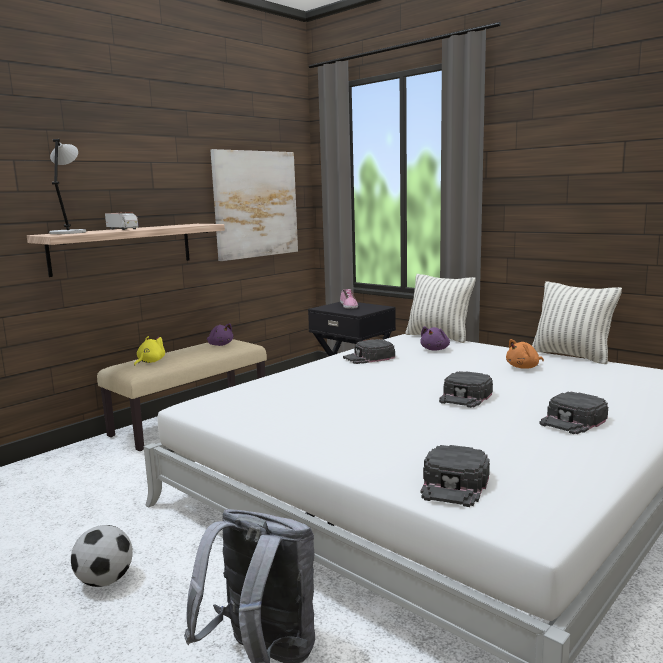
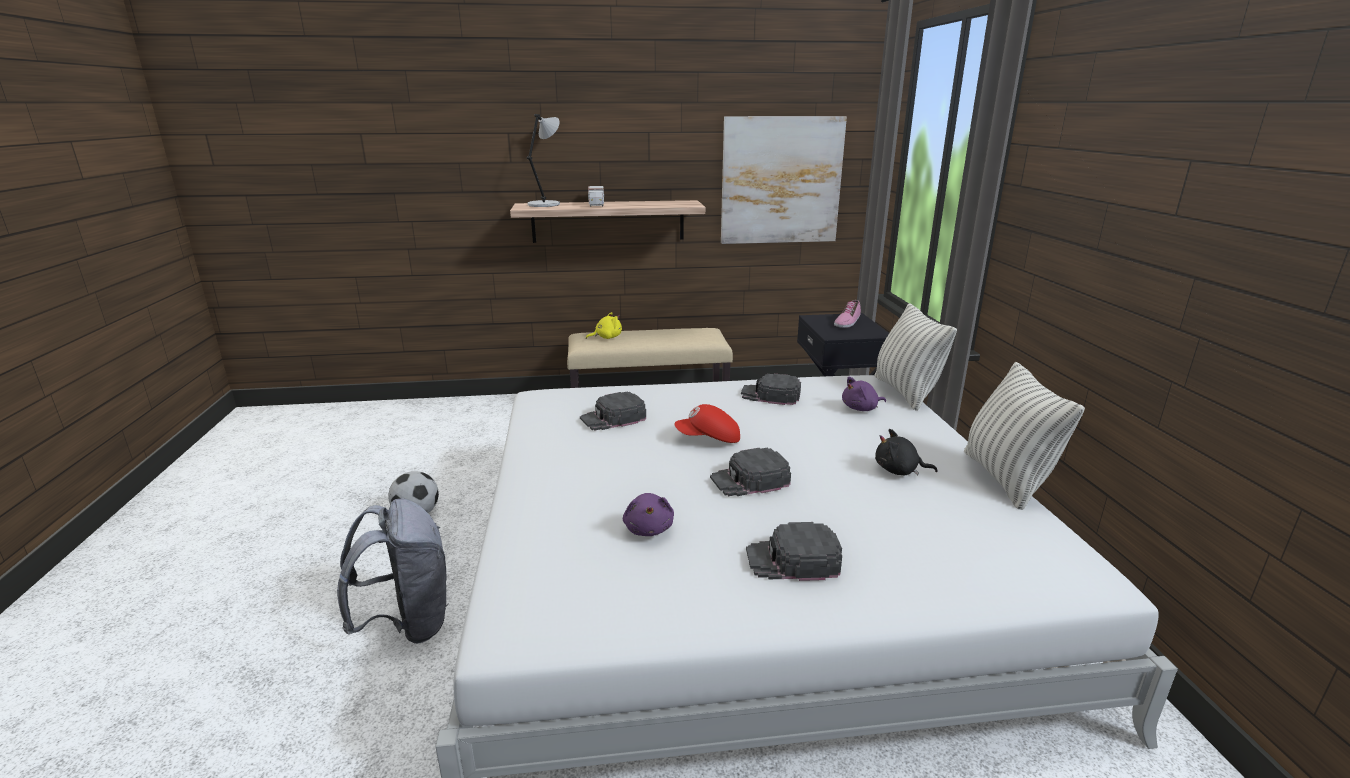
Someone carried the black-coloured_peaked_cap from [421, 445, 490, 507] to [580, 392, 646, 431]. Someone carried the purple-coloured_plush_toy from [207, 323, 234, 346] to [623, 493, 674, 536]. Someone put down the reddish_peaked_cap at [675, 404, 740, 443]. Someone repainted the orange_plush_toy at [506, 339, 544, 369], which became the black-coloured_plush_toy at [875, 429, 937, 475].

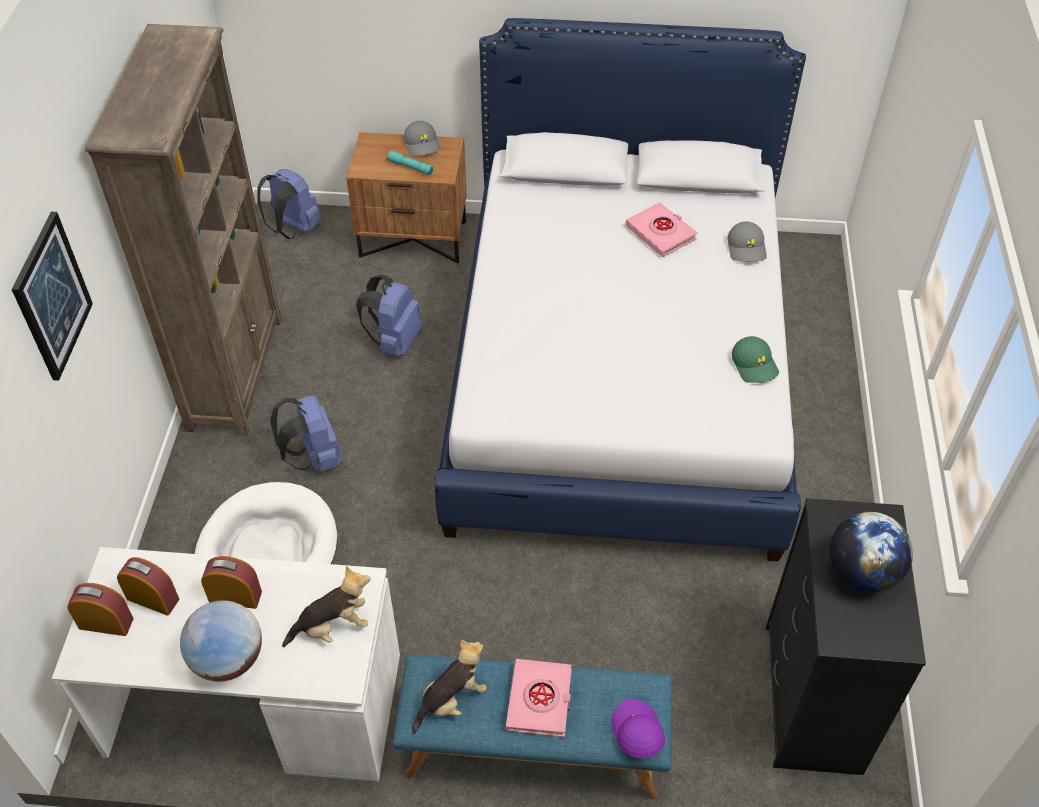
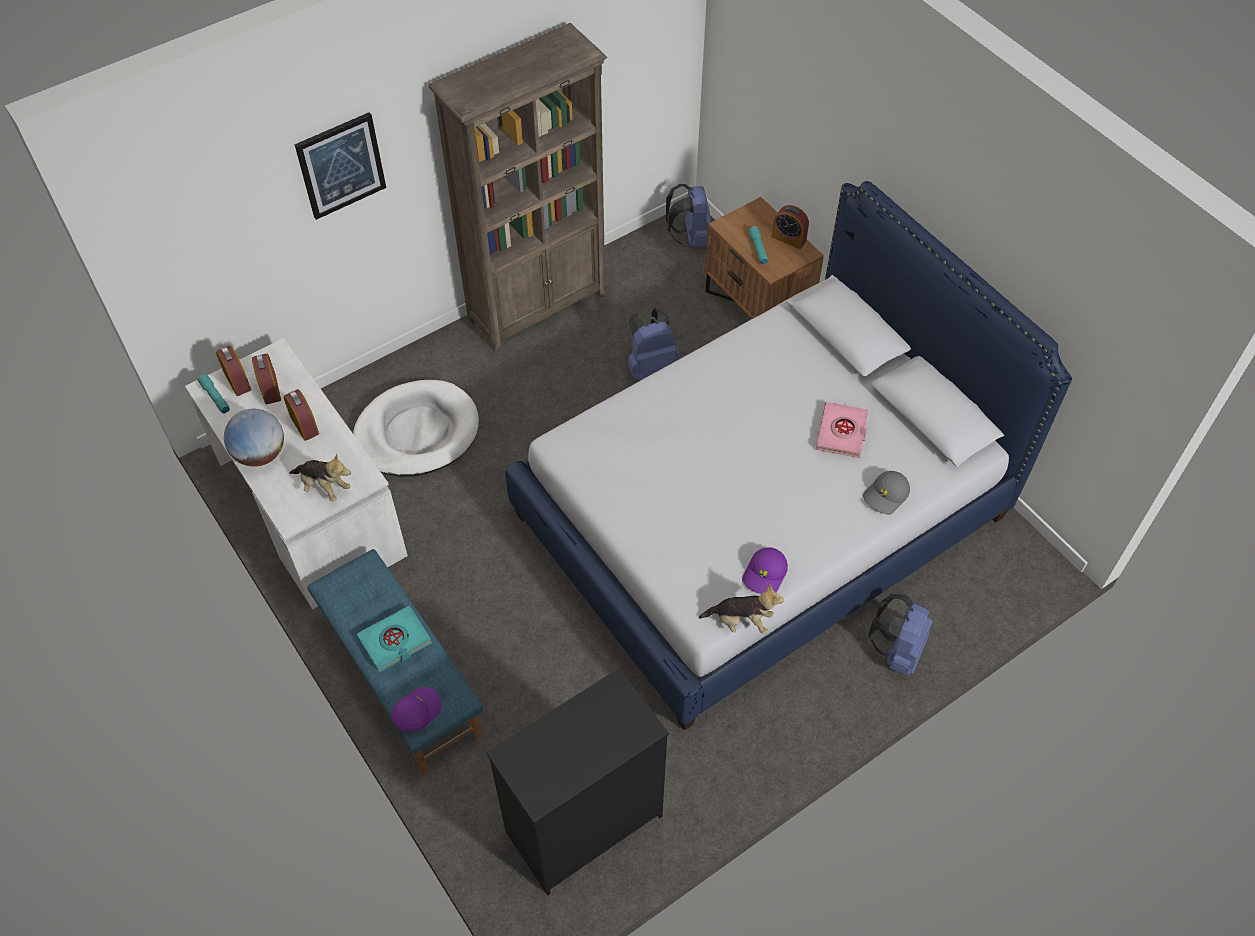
Someone put down the turquoise_hand_torch at [198, 374, 230, 414]. Someone repainted the pink_volume at [506, 659, 572, 737], which became the turquoise_volume at [357, 605, 432, 672]. Someone carried the plush_toy from [412, 639, 487, 734] to [699, 584, 784, 634]. Someone repainted the green-coloured_peaked_cap at [732, 336, 779, 383], which became the purple-coloured_peaked_cap at [742, 547, 788, 594]. Someone swapped the greyish_peaked_cap at [404, 121, 441, 156] for the alarm_clock at [772, 205, 809, 249]. Someone carried the blue-coloured_backpack from [270, 395, 343, 472] to [869, 594, 933, 676]. Someone took away the globe at [829, 512, 913, 593].

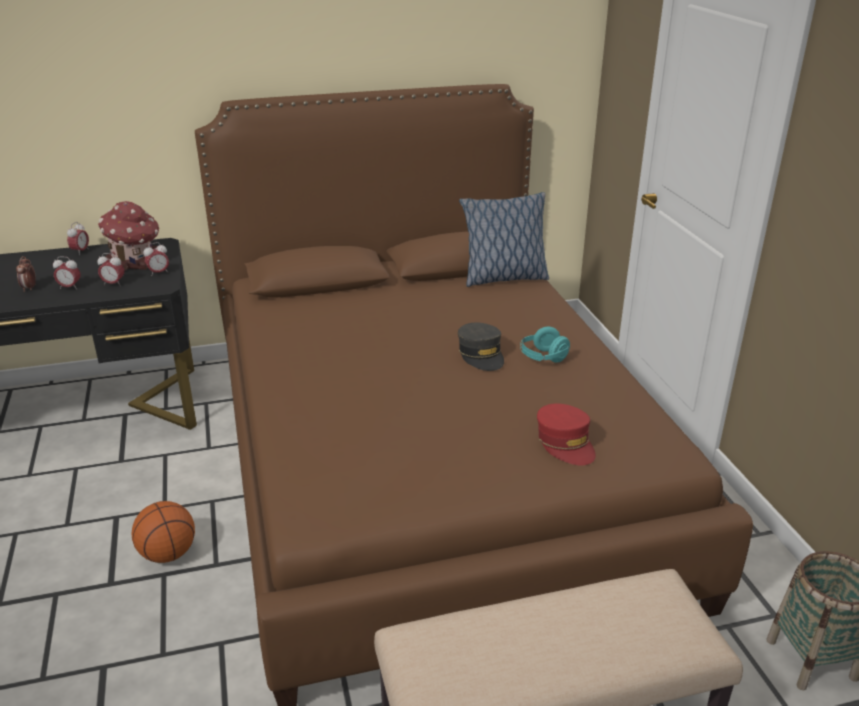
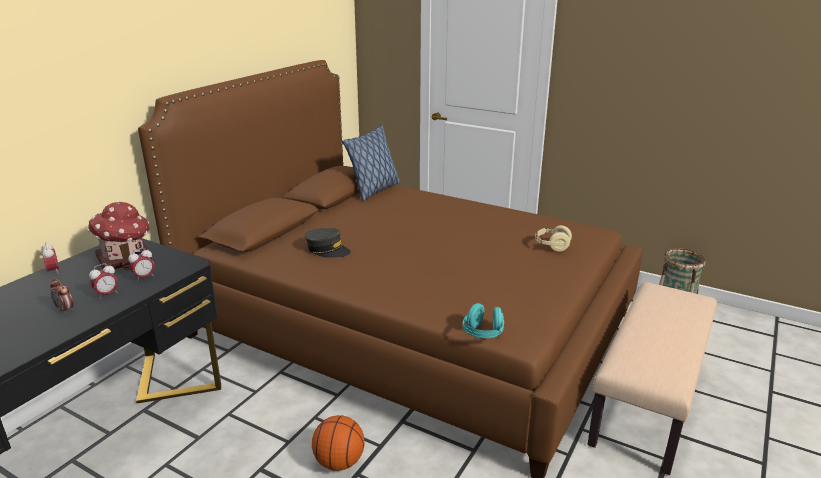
Someone carried the greyish_peaked_cap from [458, 322, 504, 371] to [305, 228, 351, 258]. Someone carried the turquoise_pair_of_headphones from [520, 327, 570, 363] to [462, 303, 504, 338]. Someone swapped the reddish_peaked_cap at [537, 403, 596, 465] for the beige-coloured_pair_of_headphones at [535, 225, 572, 252]. Someone took away the alarm_clock at [143, 242, 169, 276].

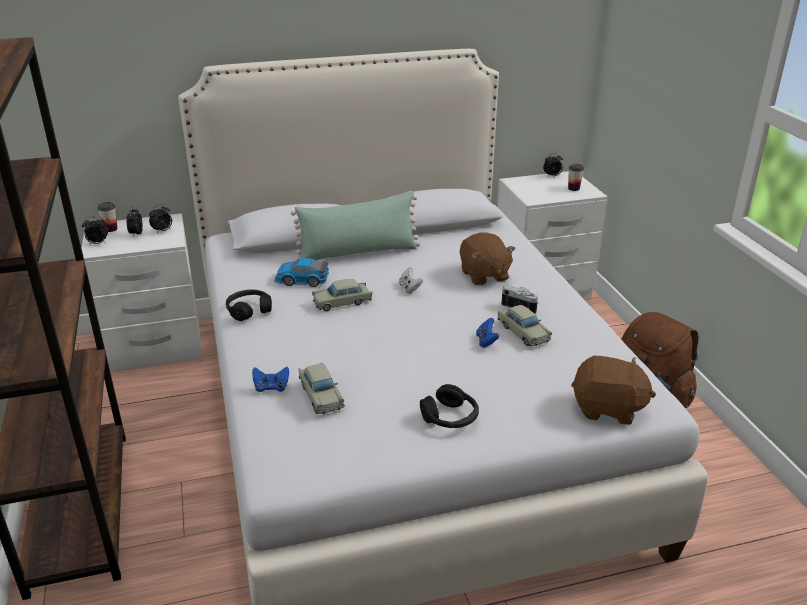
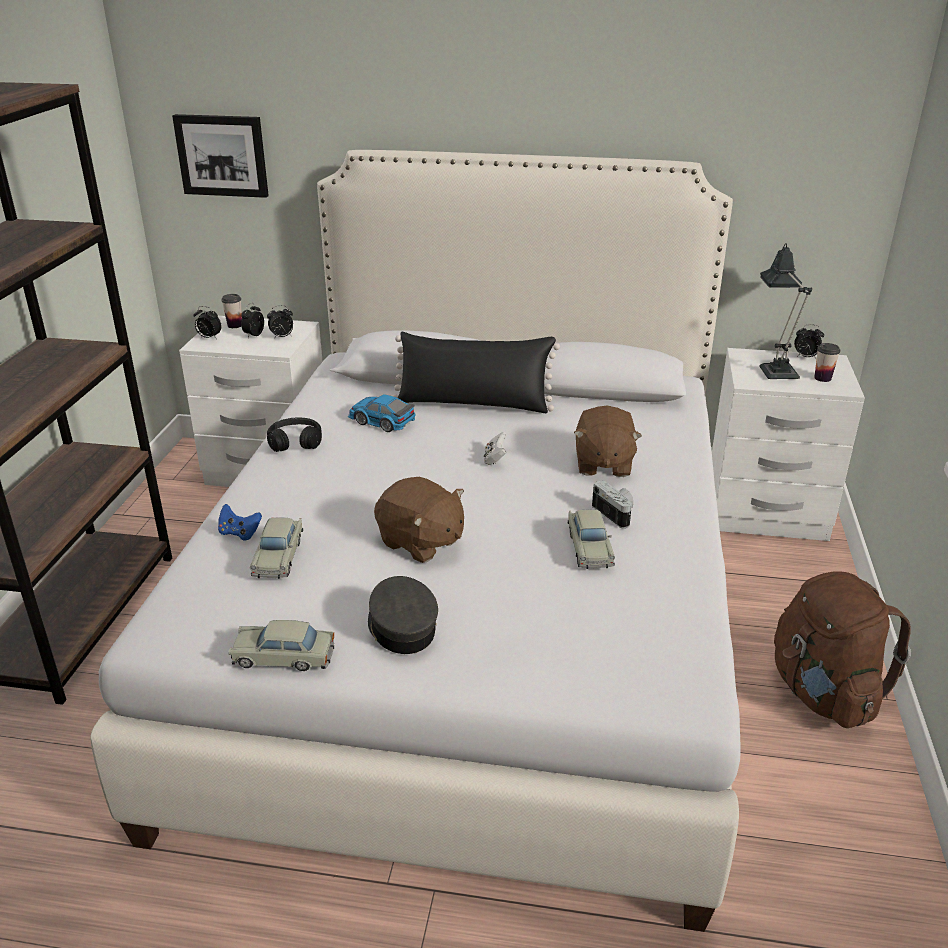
Someone put up the picture at [172, 114, 269, 198]. Someone carried the beige-coloured_model_car from [312, 279, 372, 311] to [229, 620, 334, 671]. Someone swapped the black-coloured_pair_of_headphones at [420, 384, 479, 428] for the greyish_peaked_cap at [368, 576, 438, 654]. Someone carried the brown_plush_toy from [571, 356, 656, 425] to [374, 477, 464, 563]. Someone repainted the green-coloured_cushion at [291, 191, 420, 261], which became the black-coloured_cushion at [392, 332, 560, 413]. Someone put down the tabletop_lamp at [759, 243, 812, 379]. Someone took away the blue-coloured_joypad at [476, 318, 500, 347].

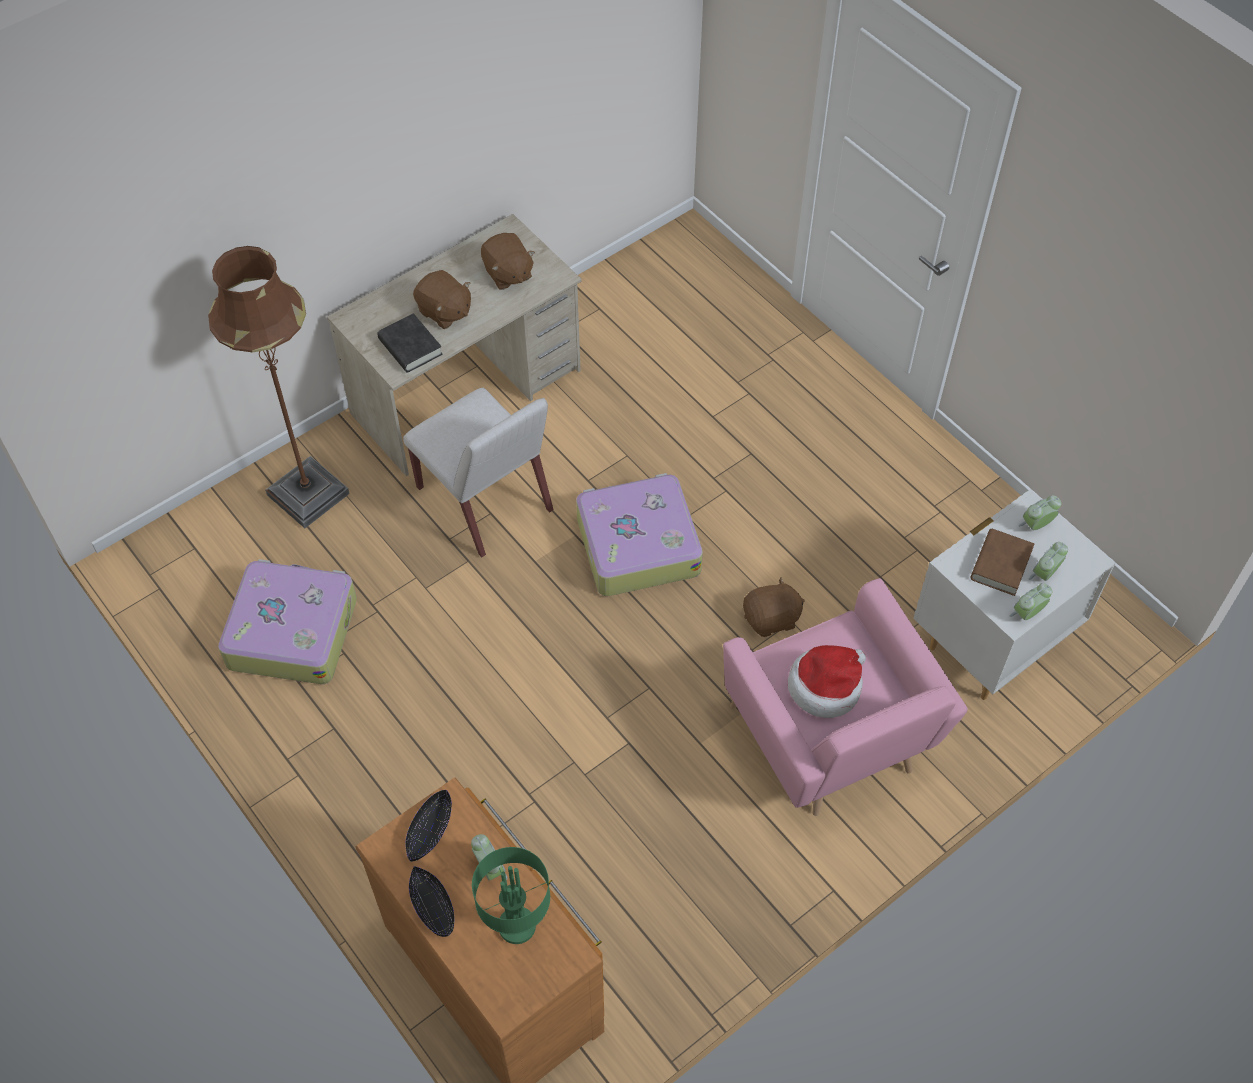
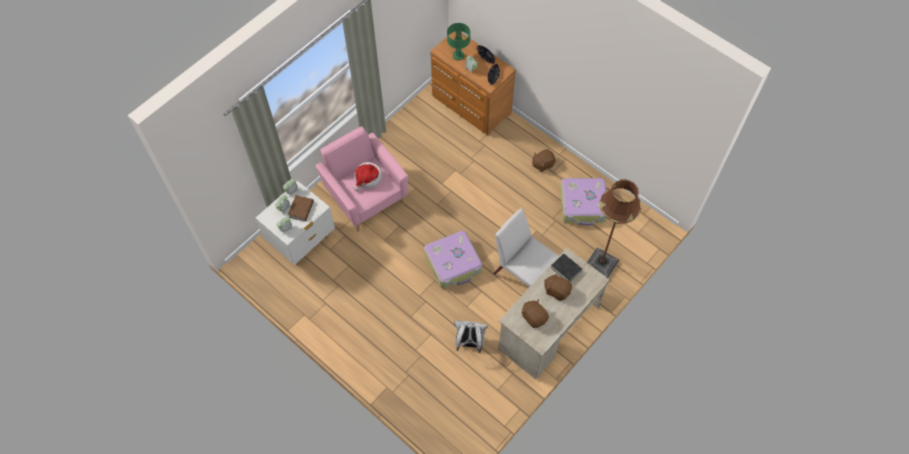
Someone put down the whitish_backpack at [454, 321, 488, 353]. Someone carried the brown_plush_toy from [743, 577, 805, 637] to [532, 149, 556, 172].

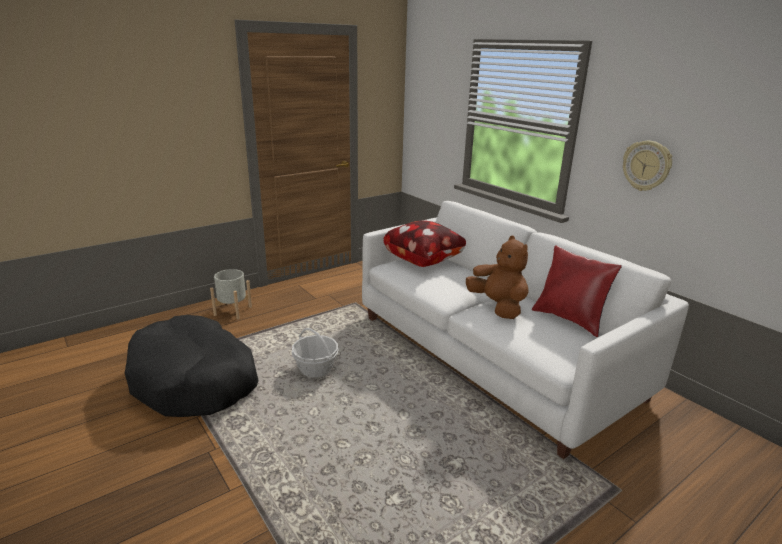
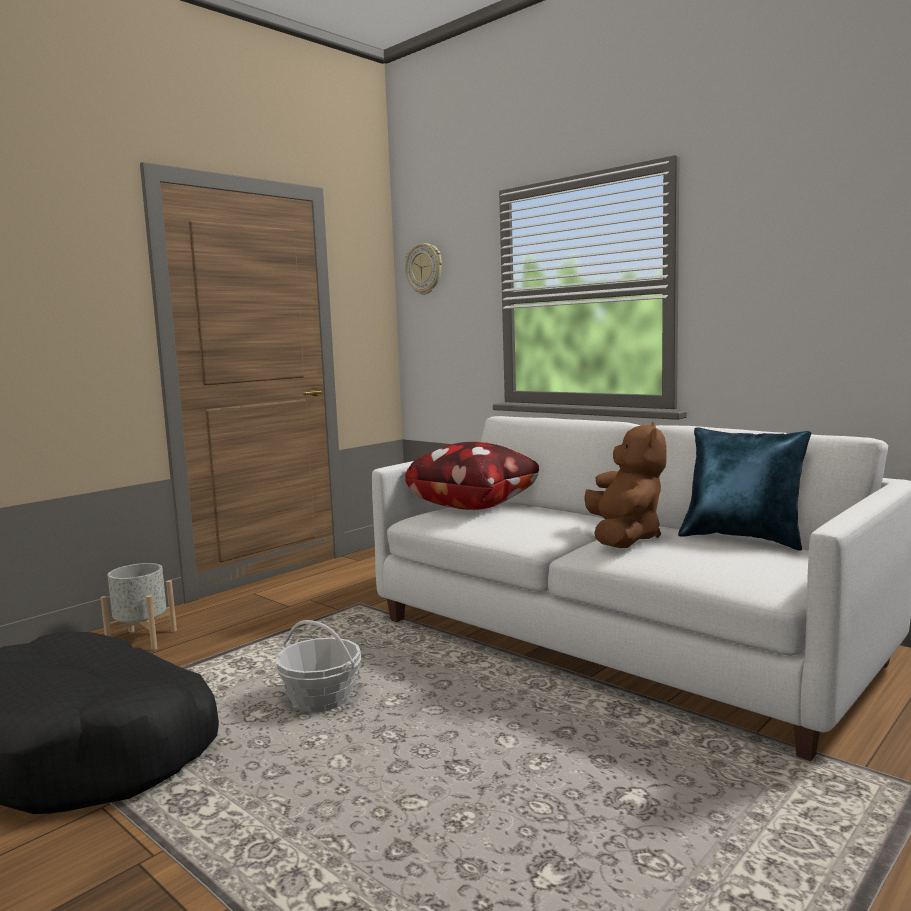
Someone carried the hanging_clock from [623, 141, 672, 191] to [405, 243, 442, 295]. Someone rotated the brown_plush_toy at [466, 236, 528, 319] by 45 degrees clockwise. Someone repainted the reddish_cushion at [532, 245, 622, 337], which became the blue-coloured_cushion at [678, 427, 811, 551].

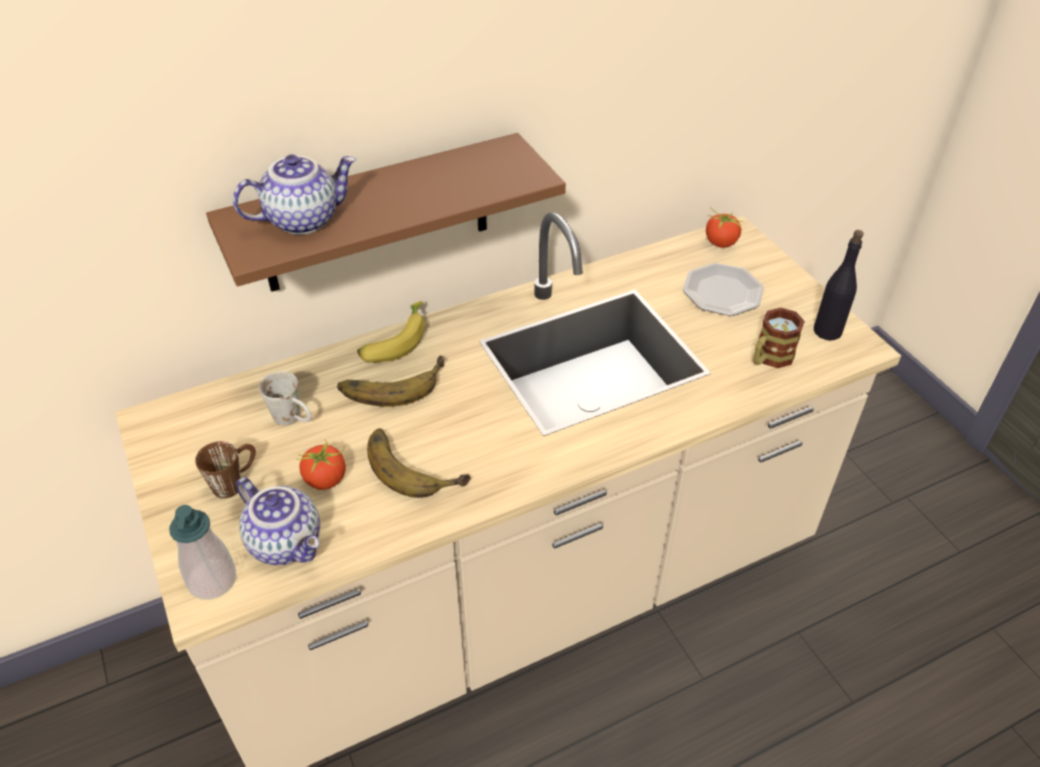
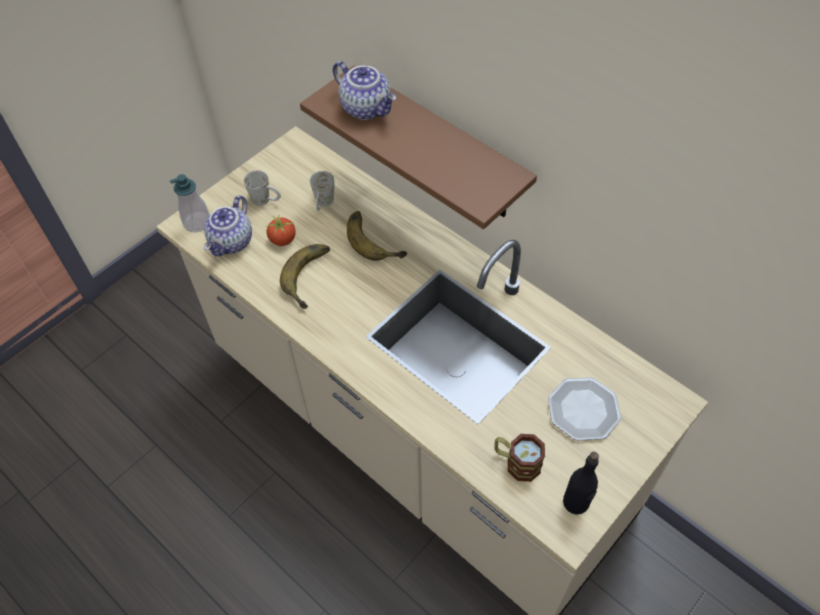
Someone repainted the brown_coffee_mug at [195, 441, 256, 498], which became the whitish_coffee_mug at [243, 170, 281, 206]. Someone took away the whole_banana at [357, 301, 425, 363]. Someone took away the tomato at [706, 208, 744, 248].

